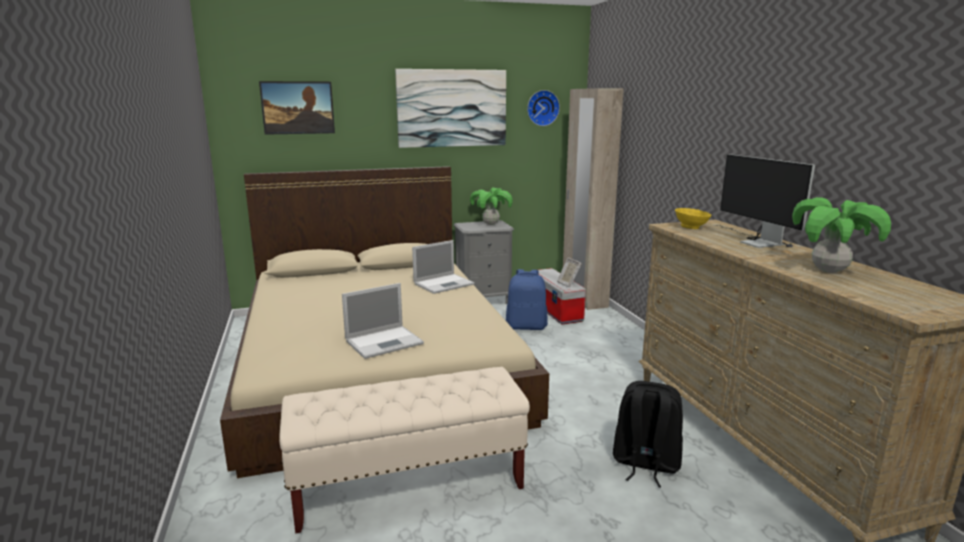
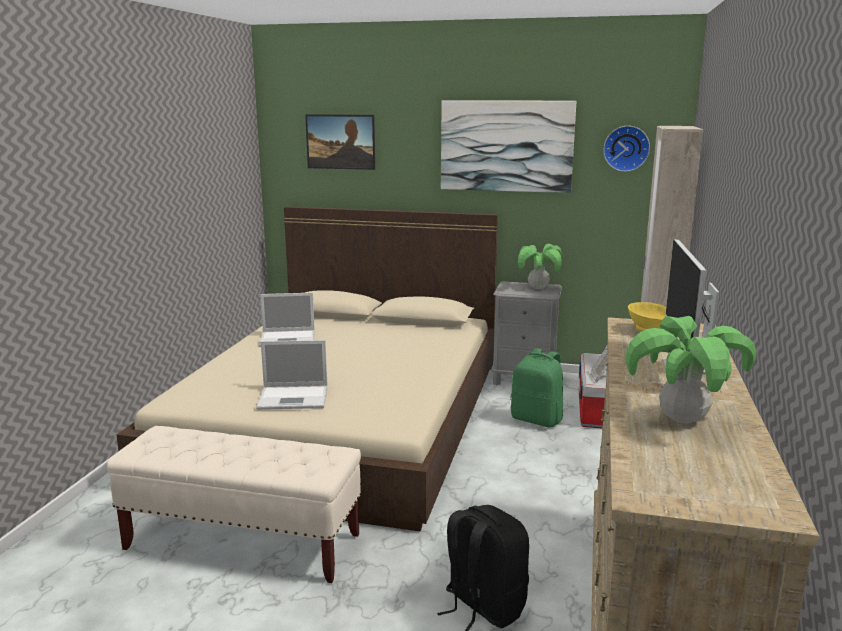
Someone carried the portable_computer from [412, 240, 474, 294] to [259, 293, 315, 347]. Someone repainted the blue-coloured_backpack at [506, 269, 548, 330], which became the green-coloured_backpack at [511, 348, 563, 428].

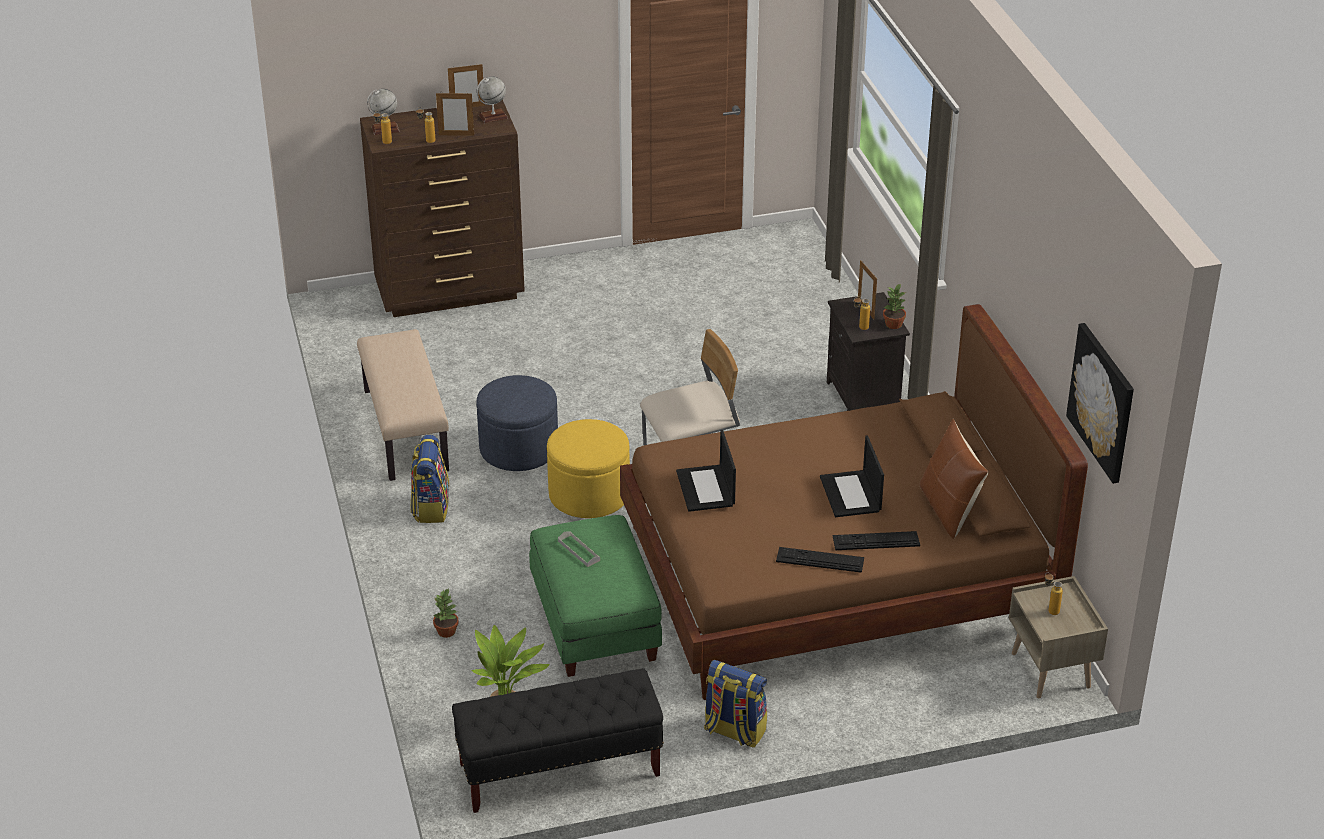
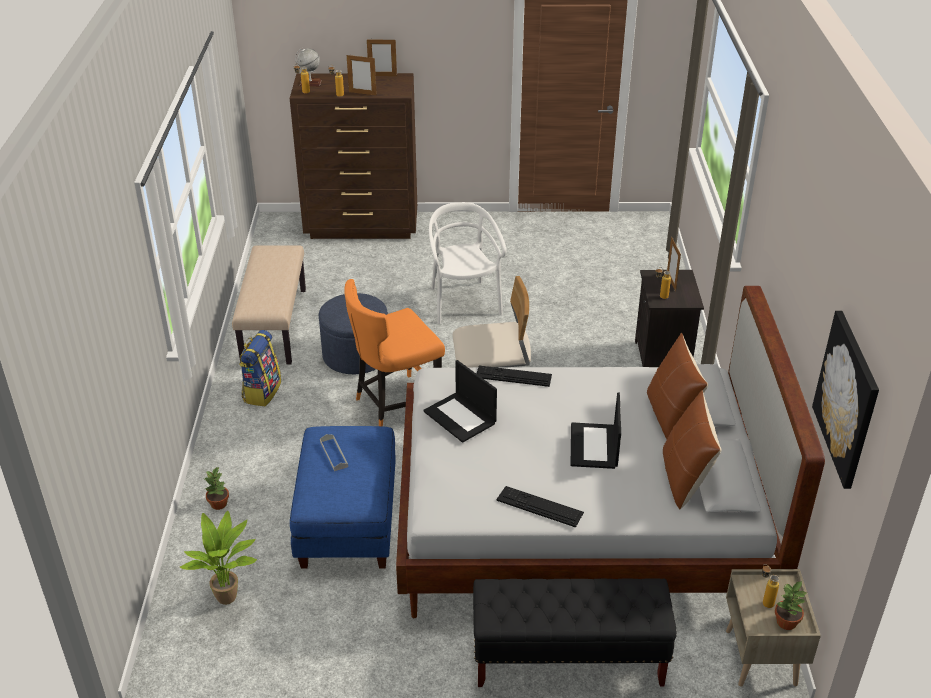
Someone repainted the green-coloured_pouffe at [529, 515, 662, 677], which became the blue-coloured_pouffe at [290, 426, 396, 569]. Someone swapped the yellow-coloured_pouffe at [547, 419, 630, 518] for the orange_chair at [344, 279, 445, 426]. Someone repainted the brown_bedroom_bed at [620, 304, 1088, 700], which became the whitish_bedroom_bed at [396, 286, 825, 618]. Someone rotated the portable_computer at [676, 430, 736, 512] by 45 degrees counterclockwise. Someone put down the whitish_chair at [429, 202, 506, 324]. Someone carried the black-coloured_indoor_bench from [452, 668, 664, 813] to [473, 579, 677, 687]. Someone carried the keyboard from [832, 531, 920, 550] to [476, 366, 552, 387]. Someone put down the brown_cushion at [647, 333, 708, 439]. Someone carried the houseplant from [883, 283, 906, 329] to [775, 581, 808, 630]. Someone took away the globe at [477, 76, 508, 123]. Someone took away the backpack at [704, 660, 767, 748].

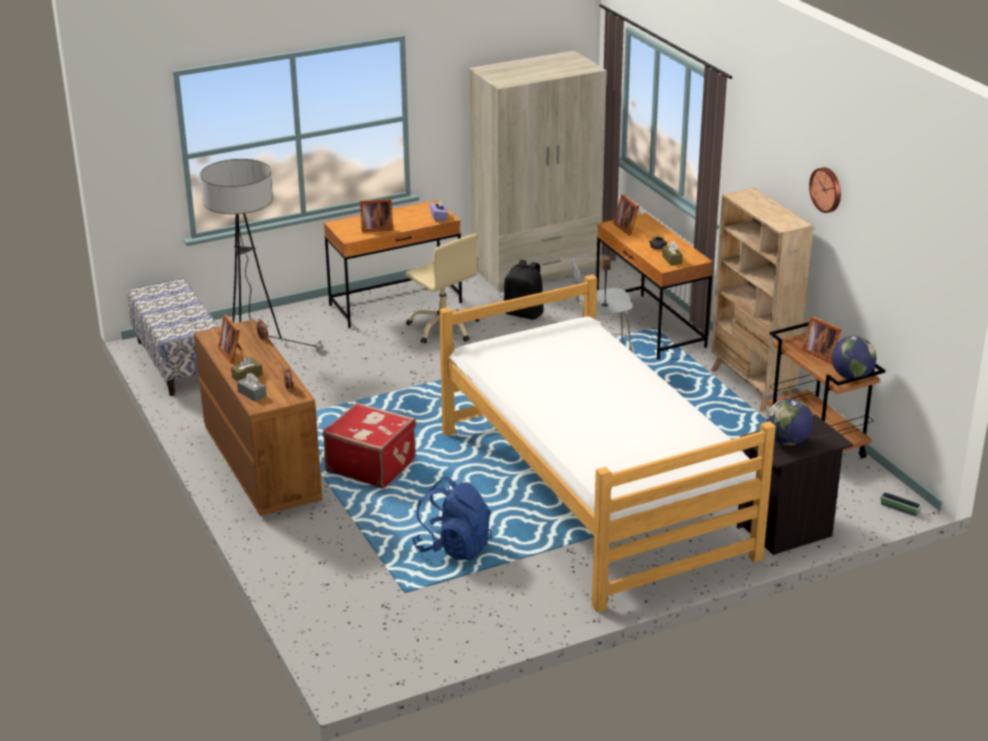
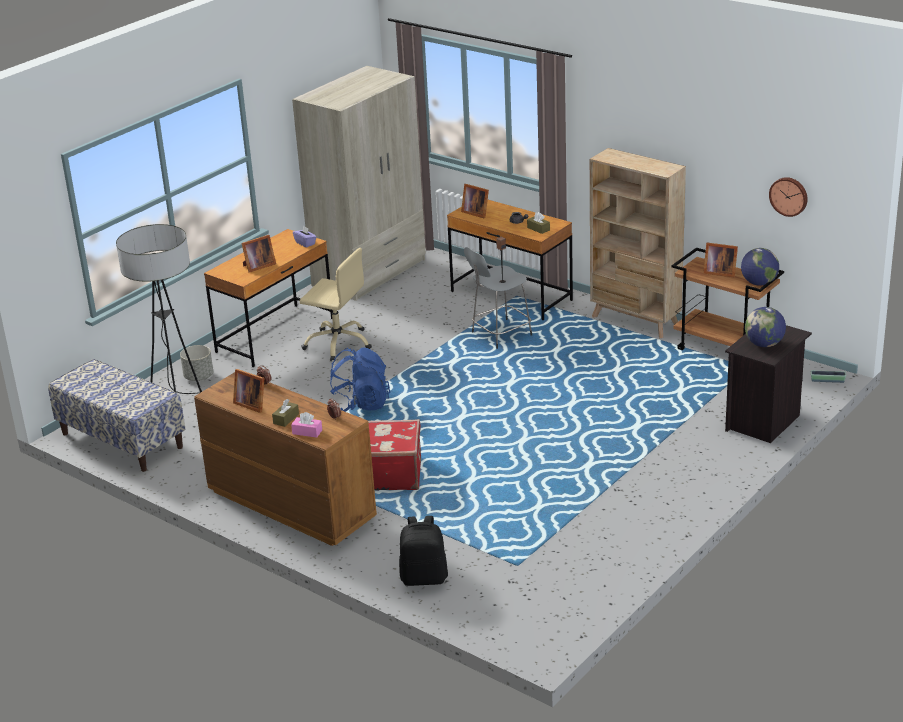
Someone put down the greyish_plant_pot at [180, 345, 213, 381]. Someone repainted the greyish_box_of_tissues at [237, 373, 266, 401], which became the pink_box_of_tissues at [291, 412, 322, 438]. Someone carried the blue-coloured_backpack from [412, 477, 492, 560] to [330, 348, 390, 412]. Someone carried the black-coloured_backpack from [504, 260, 544, 320] to [399, 516, 448, 586]. Someone carried the hanging_clock from [809, 167, 841, 213] to [769, 177, 808, 217]. Someone took away the bedroom_bed at [439, 275, 776, 612].

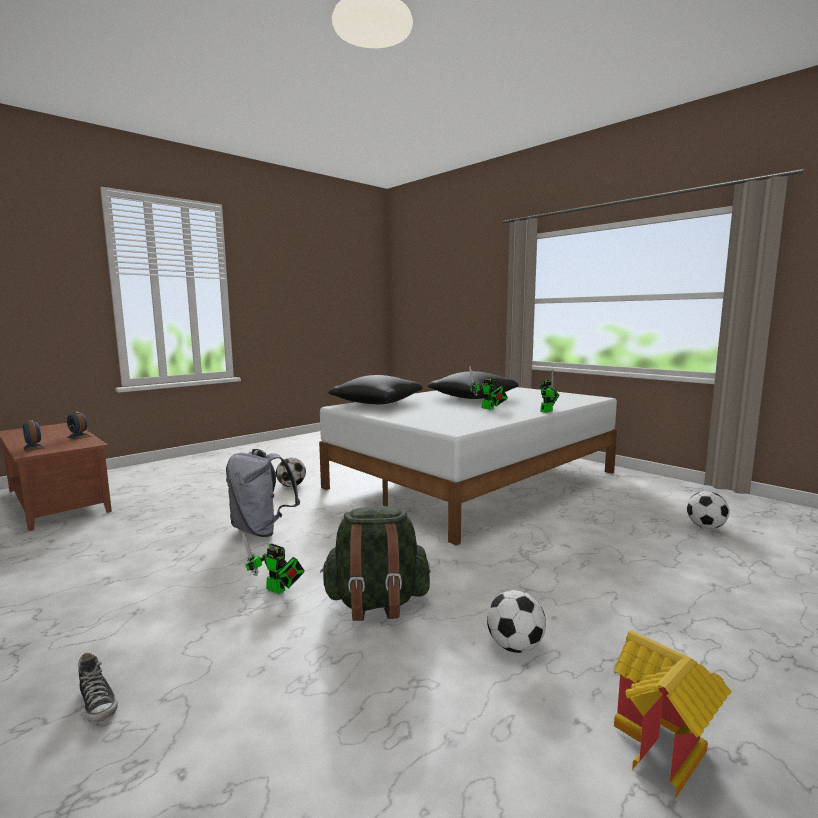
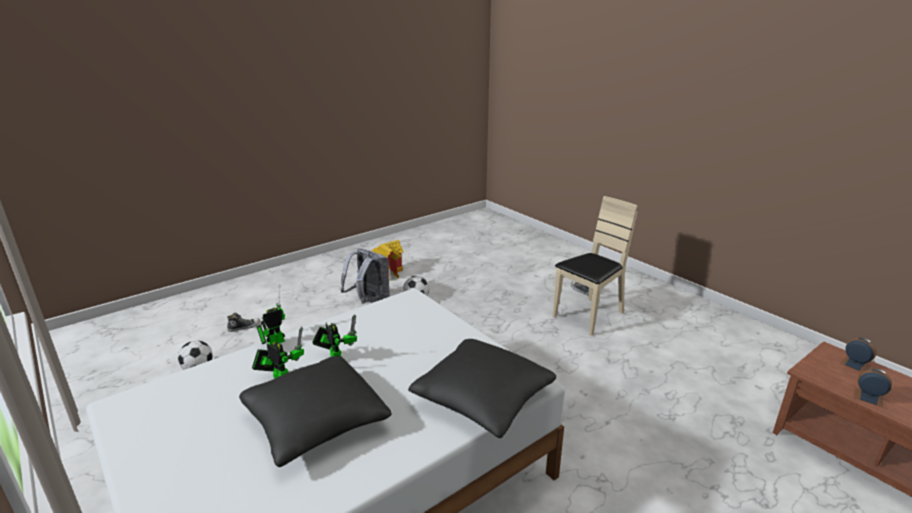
Someone put down the item_of_footwear at [227, 312, 260, 332]. Someone carried the toy_robot from [242, 532, 305, 594] to [252, 327, 304, 378]. Someone carried the greyish_backpack from [226, 449, 300, 537] to [340, 249, 390, 304]. Someone put down the beige-coloured_chair at [553, 196, 638, 336]. Someone took away the ball_for_football at [276, 458, 306, 487]. Someone took away the green-coloured_backpack at [320, 506, 430, 621].

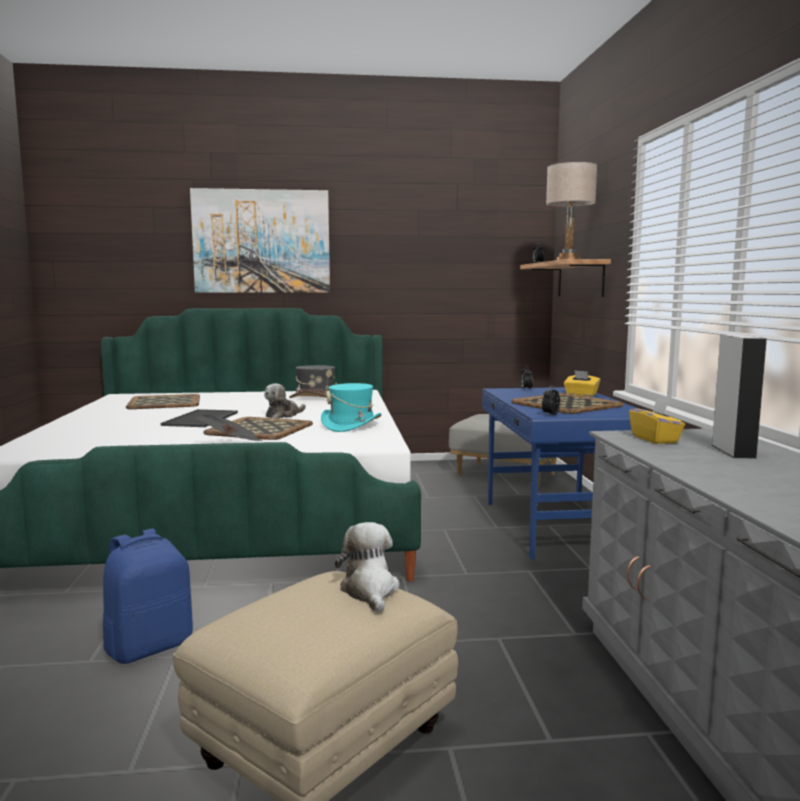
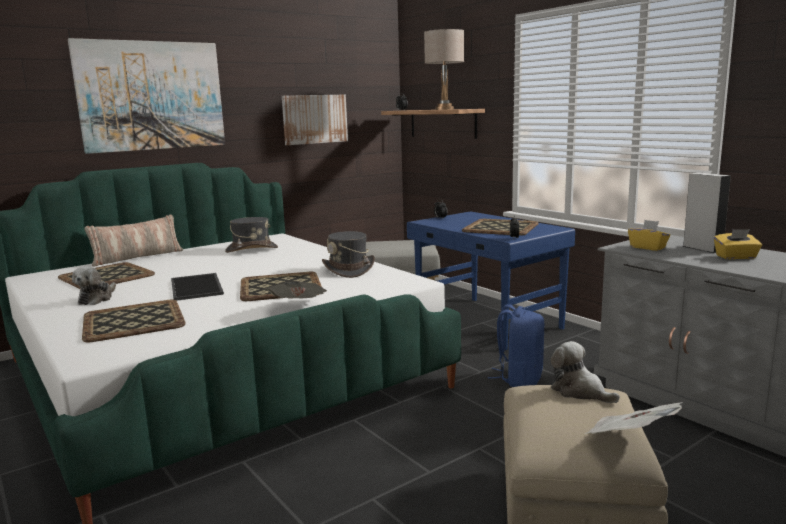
Someone carried the plush_toy from [264, 383, 306, 418] to [72, 266, 116, 305]. Someone put down the tray at [82, 300, 186, 343]. Someone put down the cushion at [84, 215, 183, 267]. Someone put up the picture at [282, 95, 348, 145]. Someone repainted the turquoise_clothing_hat at [321, 383, 382, 432], which became the greyish_clothing_hat at [322, 231, 375, 278]. Someone carried the blue-coloured_backpack from [103, 529, 193, 664] to [488, 304, 544, 387]. Someone put down the newspaper at [584, 402, 683, 434]. Someone carried the yellow-coloured_box_of_tissues from [564, 370, 600, 397] to [714, 229, 762, 259].

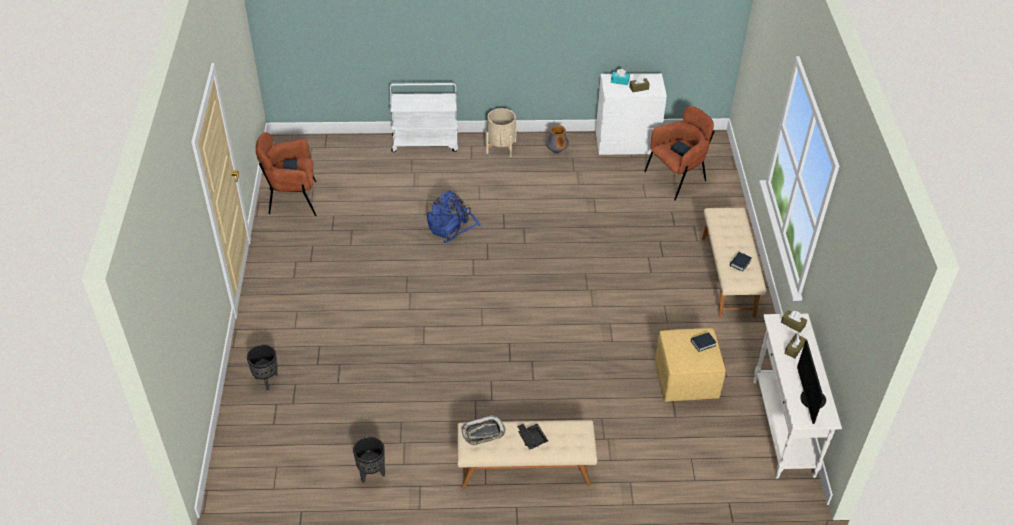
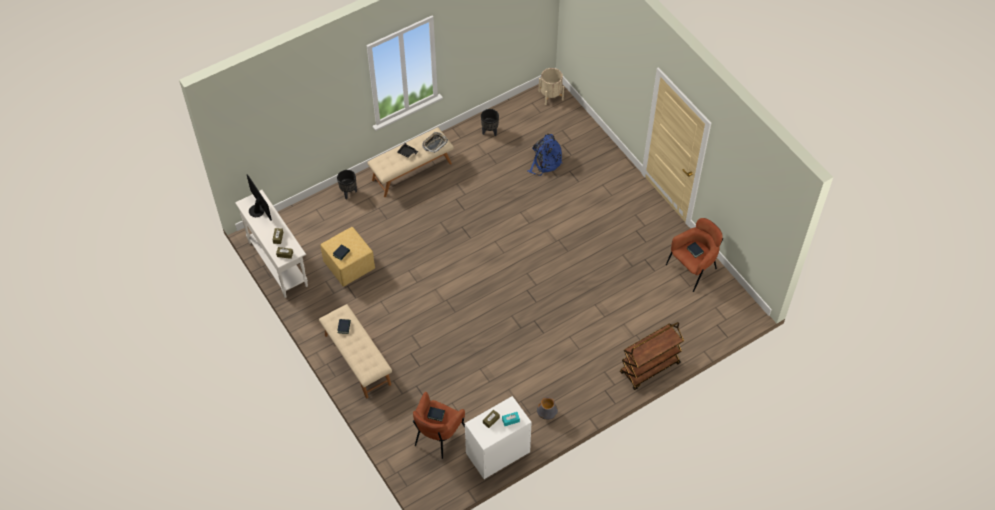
Someone carried the black-coloured_plant_pot from [247, 344, 278, 390] to [337, 170, 357, 199]. Someone carried the blue-coloured_backpack from [427, 191, 481, 243] to [527, 134, 563, 176]. Someone carried the beige-coloured_plant_pot from [486, 108, 517, 157] to [539, 68, 564, 105]. Someone repainted the whitish_cart at [390, 83, 458, 152], which became the brown_cart at [620, 322, 684, 390].

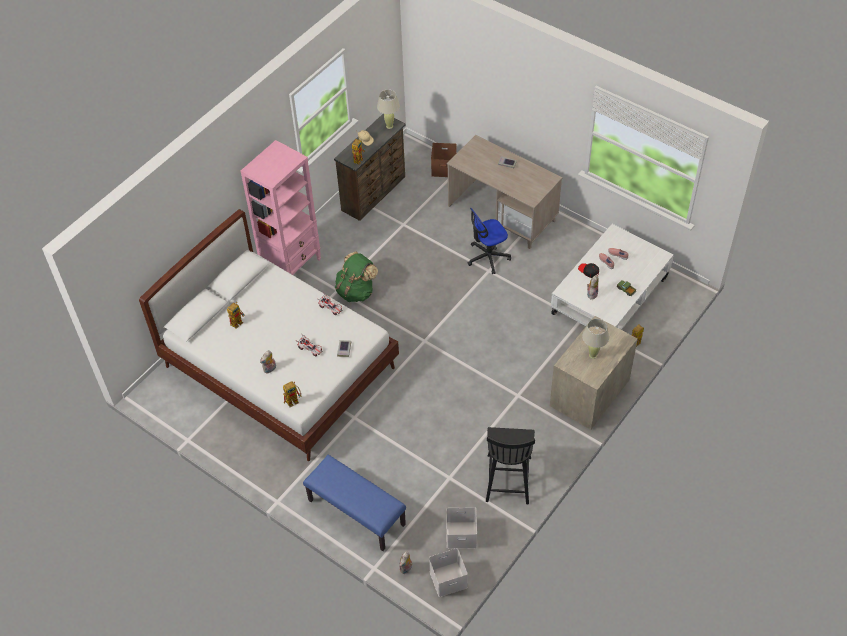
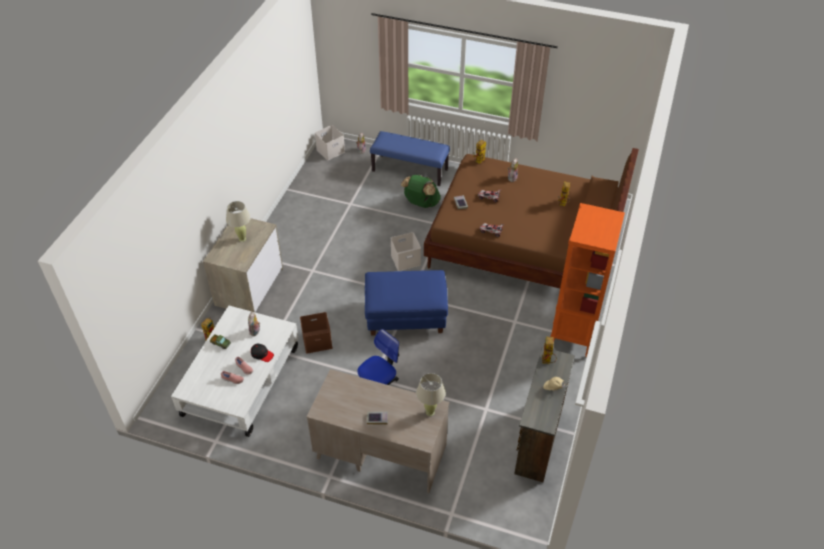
Someone carried the brown_storage_bin from [431, 143, 456, 177] to [300, 312, 332, 353]. Someone put down the blue-coloured_pouffe at [365, 270, 448, 335]. Someone carried the whitish_storage_bin from [446, 507, 477, 549] to [391, 232, 421, 271]. Someone carried the green-coloured_backpack from [335, 251, 378, 302] to [401, 175, 441, 208]. Someone carried the beige-coloured_tabletop_lamp from [377, 89, 400, 129] to [416, 373, 446, 416]. Someone repainted the whitish_bedroom_bed at [139, 209, 399, 461], which became the brown_bedroom_bed at [424, 148, 639, 289]. Someone repainted the pink_bookshelf at [241, 140, 321, 275], which became the orange_bookshelf at [550, 203, 625, 357]. Someone took away the black-coloured_chair at [486, 427, 535, 505].

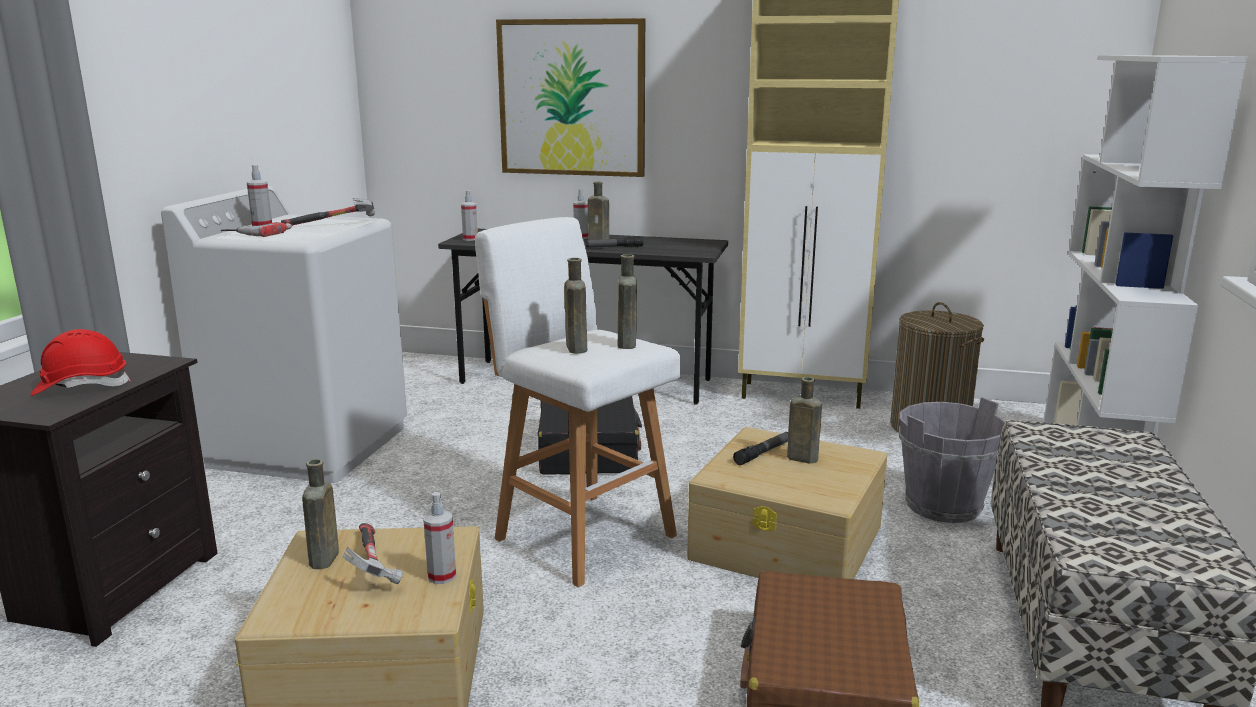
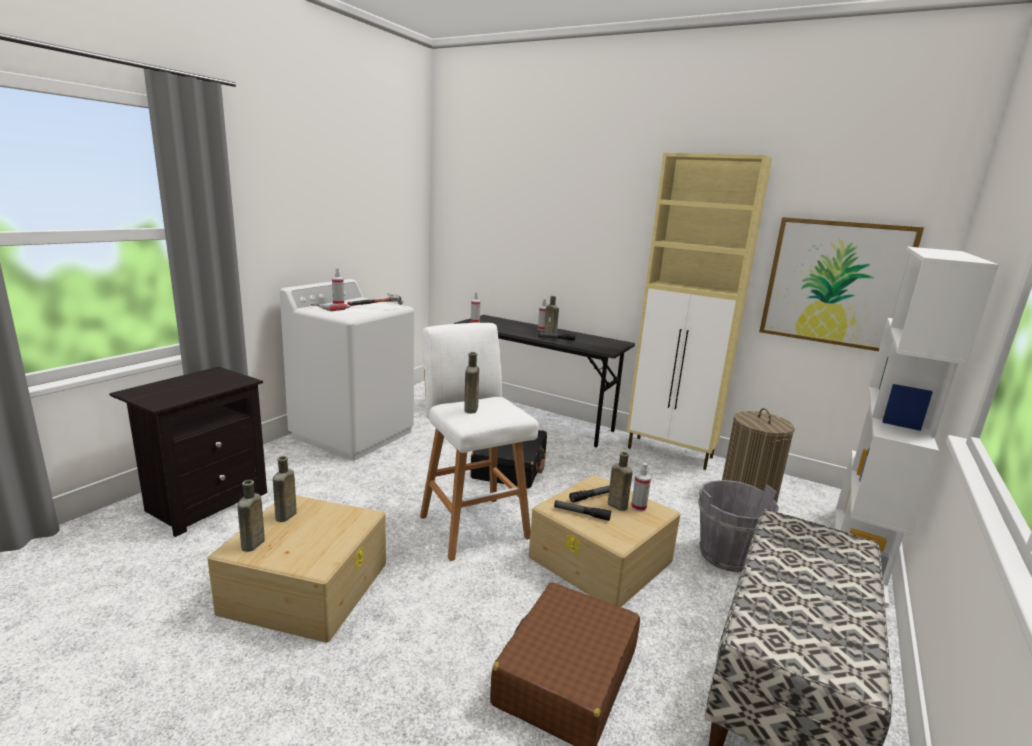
Someone carried the brown_bottle from [618, 254, 637, 349] to [237, 480, 265, 552]. Someone put down the hand_torch at [554, 500, 611, 521]. Someone carried the sprayer from [423, 492, 456, 584] to [631, 463, 651, 512]. Someone carried the picture from [496, 18, 645, 177] to [759, 217, 924, 351]. Someone took away the reddish_safety_helmet at [30, 329, 131, 396]. Someone took away the hammer at [343, 523, 403, 584].

